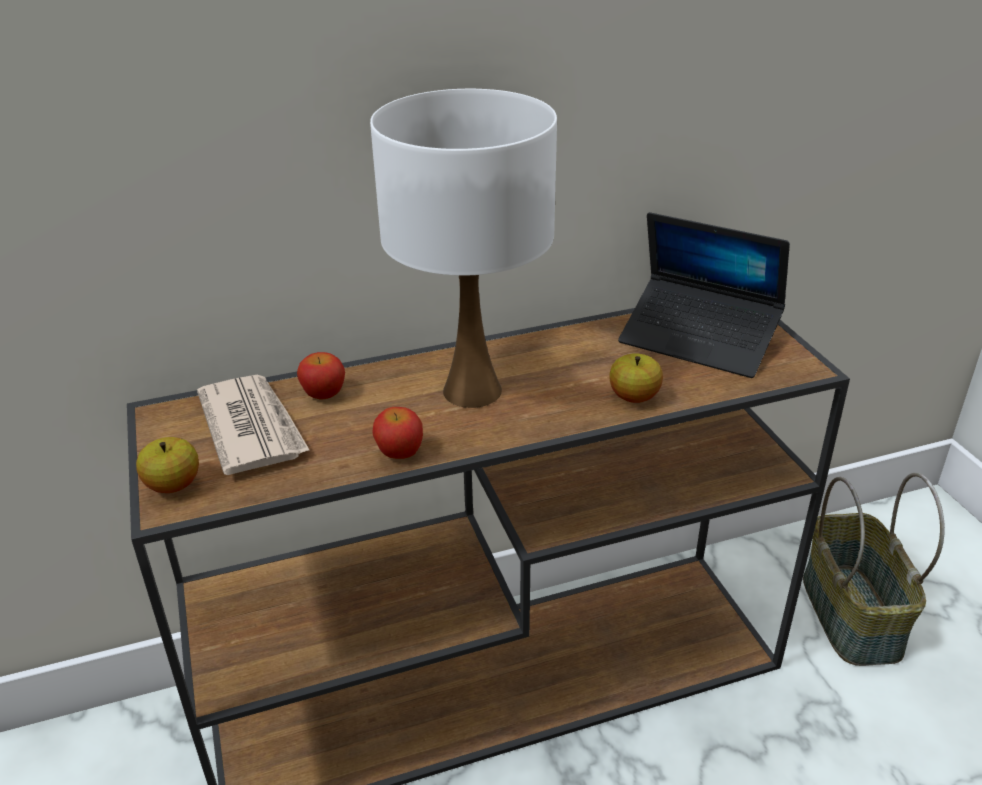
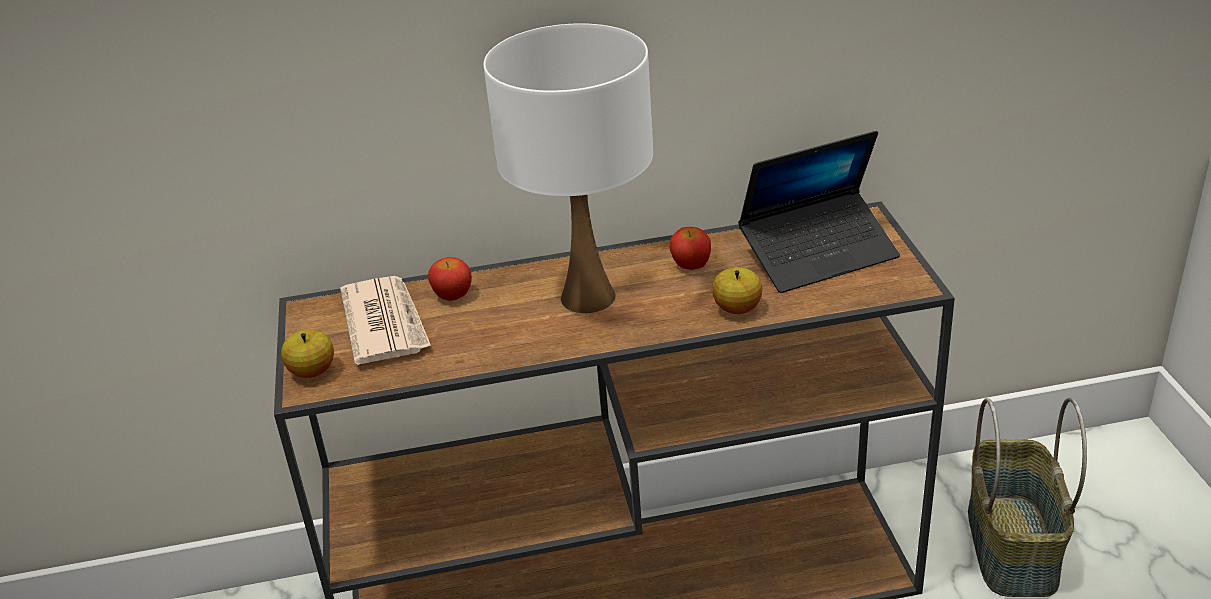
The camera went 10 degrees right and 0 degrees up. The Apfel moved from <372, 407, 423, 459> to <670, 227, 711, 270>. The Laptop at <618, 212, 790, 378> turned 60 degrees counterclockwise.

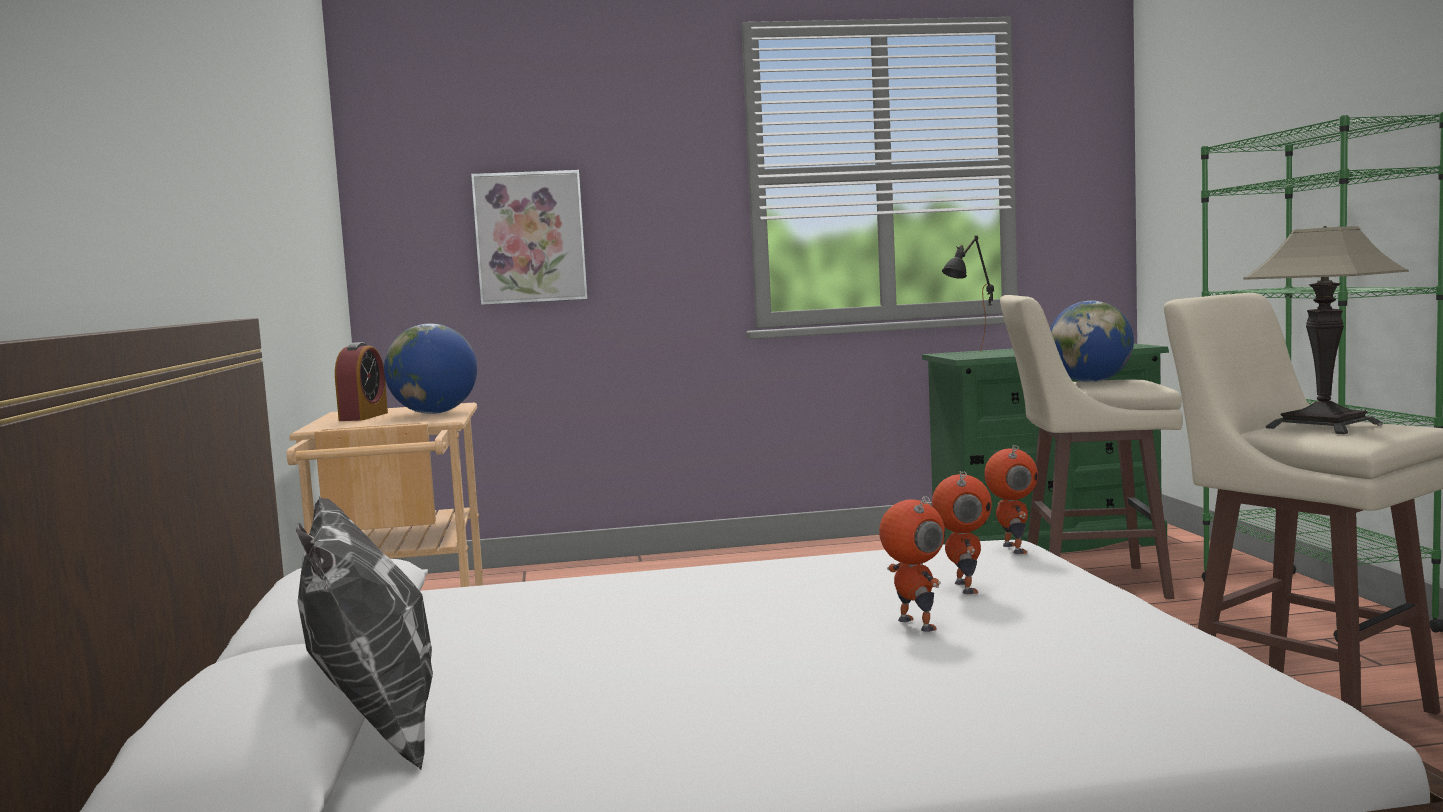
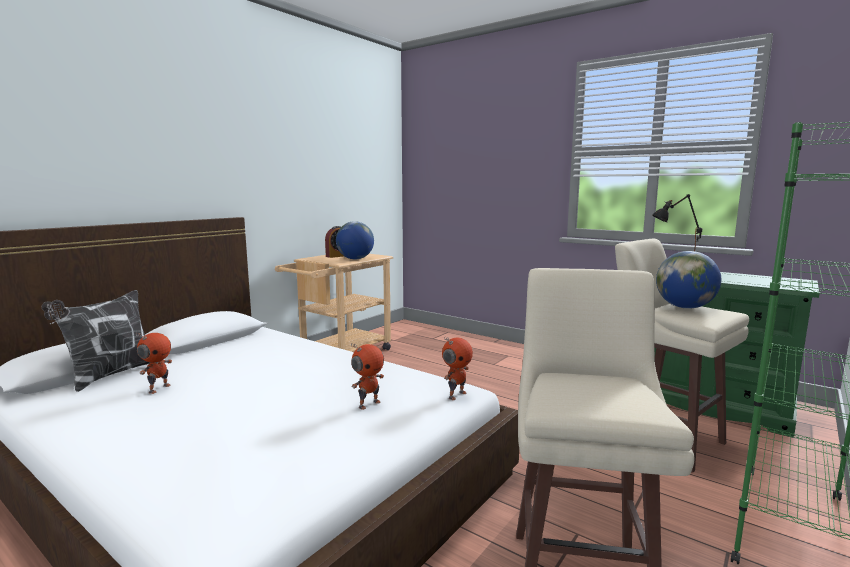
The camera went 45 degrees right and 5 degrees up. The Bild at <471, 170, 588, 305> disappeared. The Spielzeugroboter moved from <879, 496, 945, 632> to <136, 333, 172, 394>. The Tischlampe at <1244, 226, 1408, 434> disappeared.

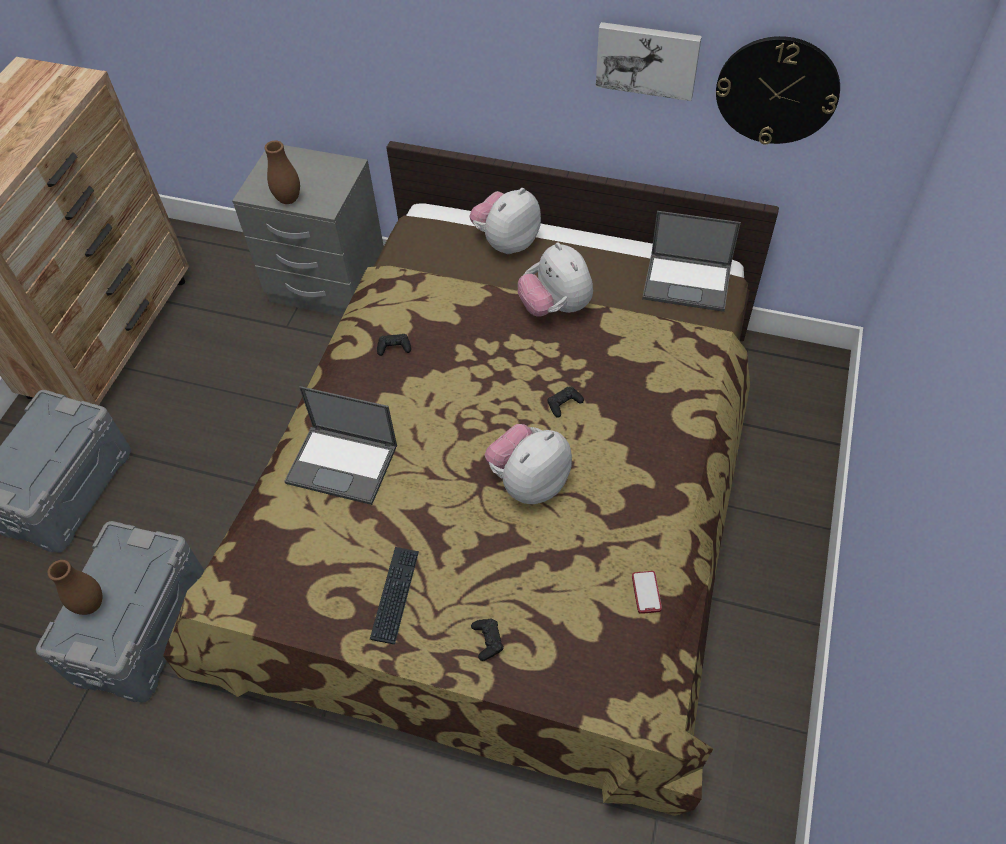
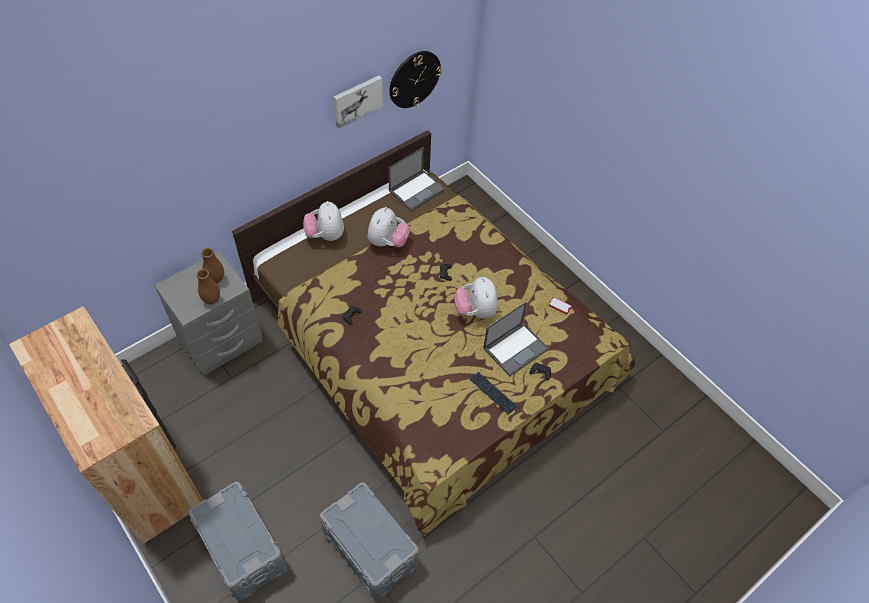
The camera went 60 degrees left and 0 degrees up. The Vase/braun moved from <47, 560, 102, 615> to <201, 248, 224, 283>. The Laptop moved from <284, 386, 397, 505> to <483, 301, 549, 376>. The Plüschtier at <518, 242, 593, 317> turned 75 degrees counterclockwise.

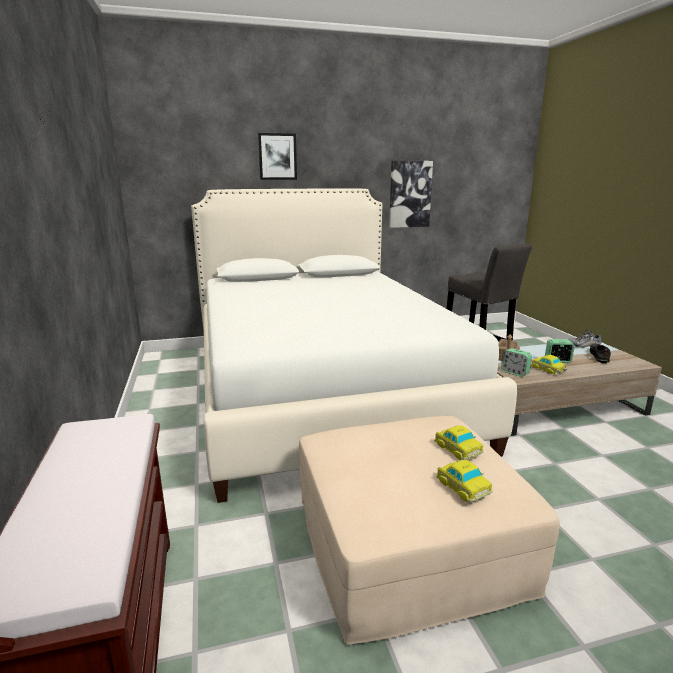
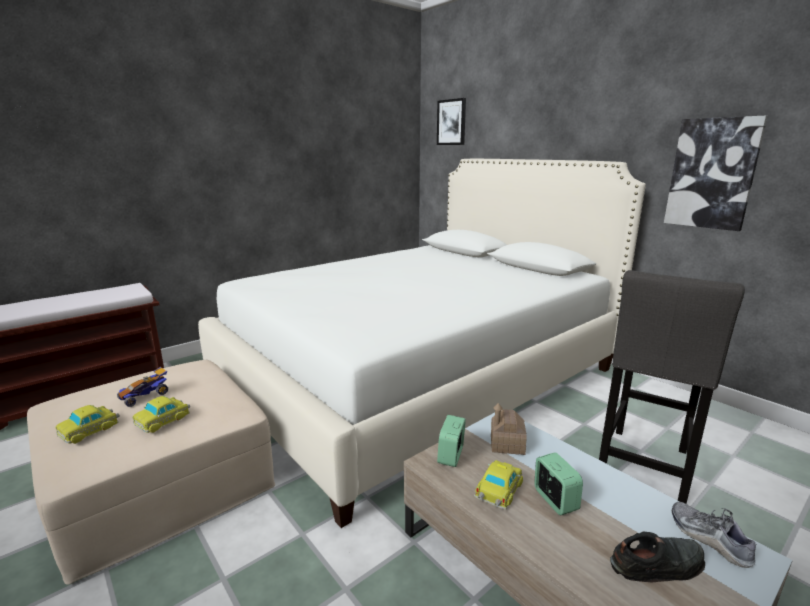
The camera went 65 degrees right and 0 degrees up. The Bild moved from <258, 133, 297, 180> to <437, 98, 466, 145>. The Spielzeugauto at <117, 367, 168, 407> appeared.

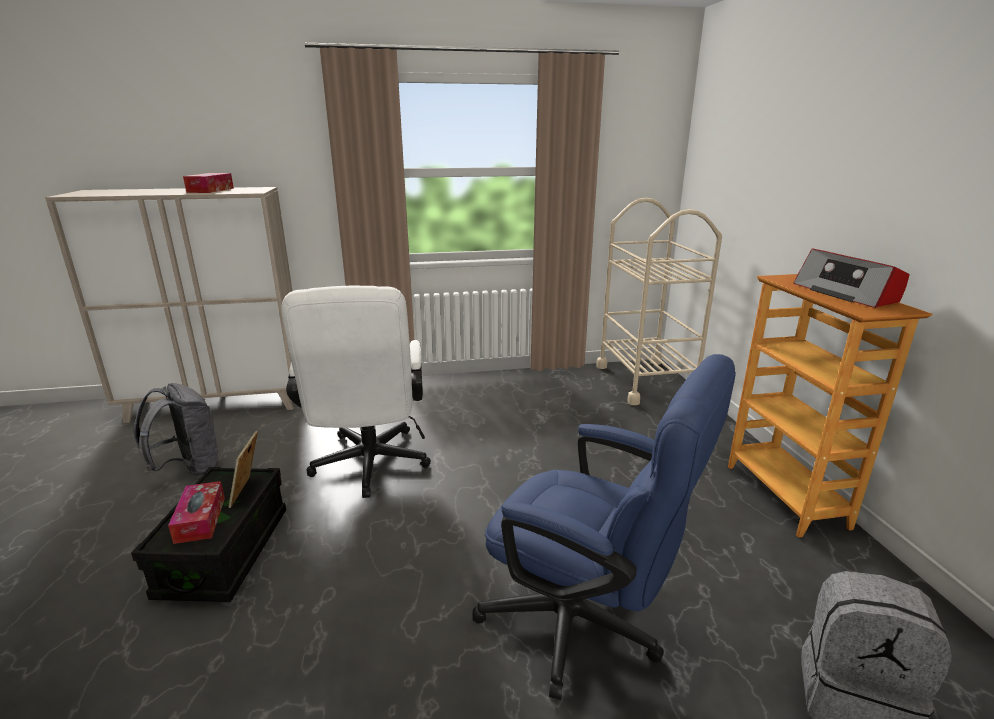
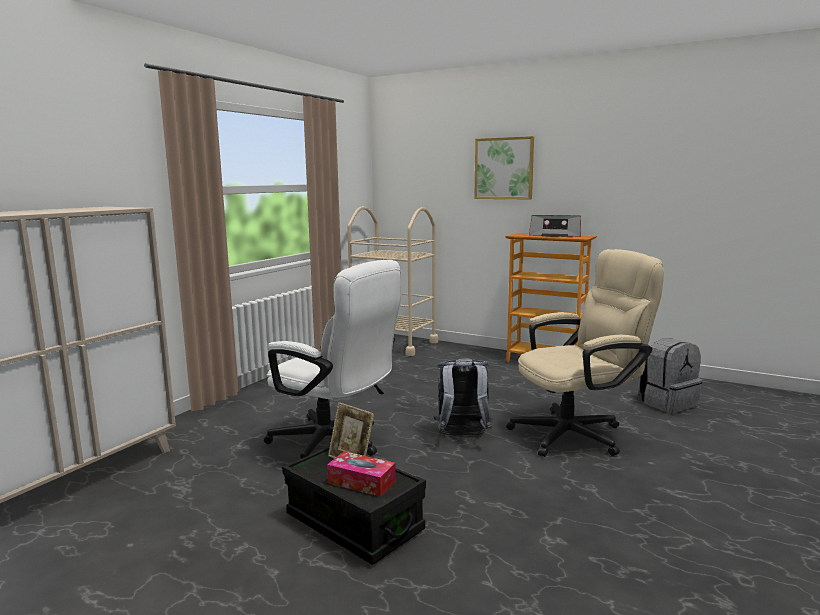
The camera went 50 degrees left and 10 degrees down. The Rucksack/grau moved from <134, 383, 219, 477> to <434, 358, 492, 436>. The Taschentuchbox at <183, 173, 234, 193> disappeared. The Bürostuhl/blau at <472, 354, 736, 700> became the Bürostuhl/beige at <506, 249, 664, 457>. The Bild at <474, 136, 534, 200> appeared.

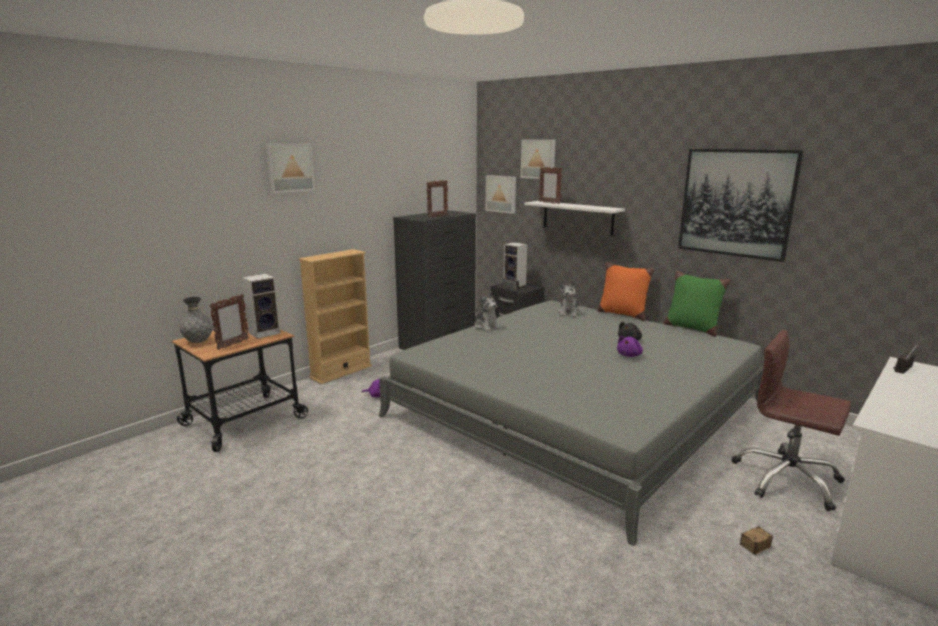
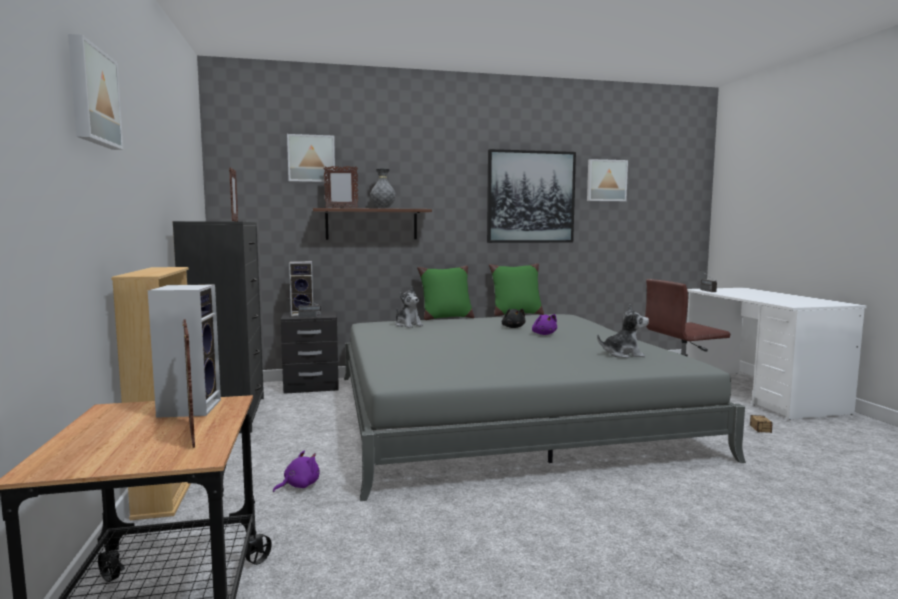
The camera went 55 degrees left and 10 degrees down. The Vase/grau moved from <180, 297, 213, 343> to <370, 169, 396, 208>. The Plüschtier moved from <474, 292, 501, 332> to <597, 304, 649, 358>. The Bild moved from <486, 175, 516, 214> to <587, 159, 628, 201>. The Wandregal/weiß at <524, 201, 625, 236> became the Wandregal/braun at <313, 208, 432, 240>. The Kissen/orange at <597, 262, 655, 321> became the Kissen/grün at <417, 265, 474, 320>.

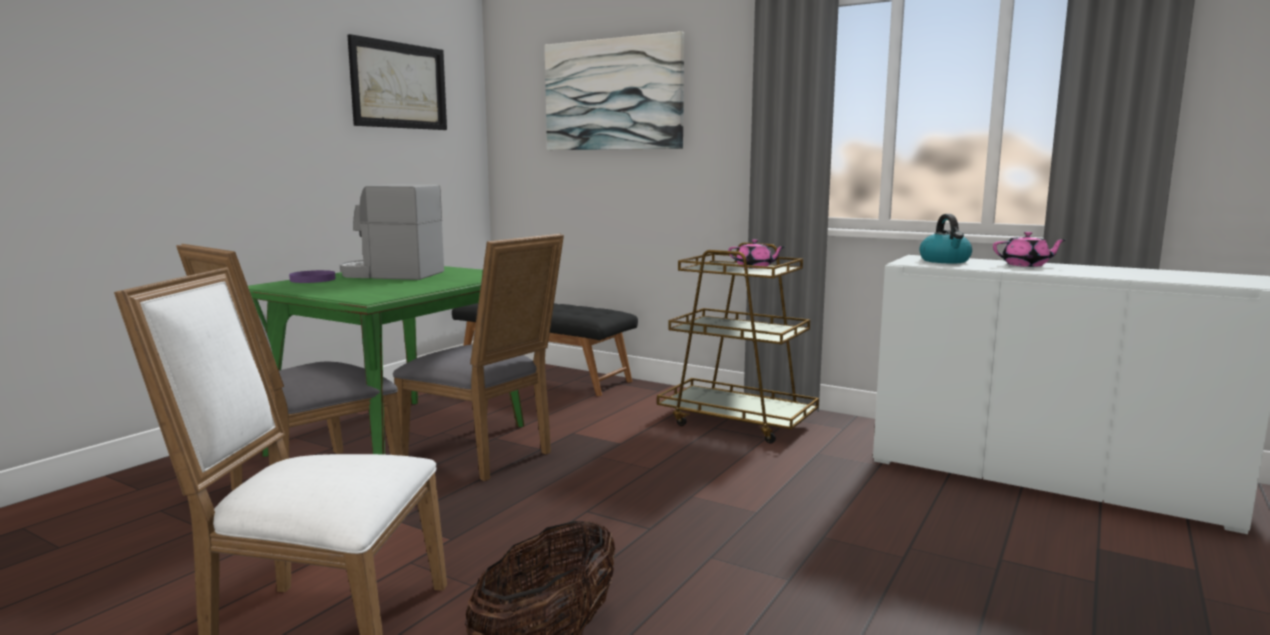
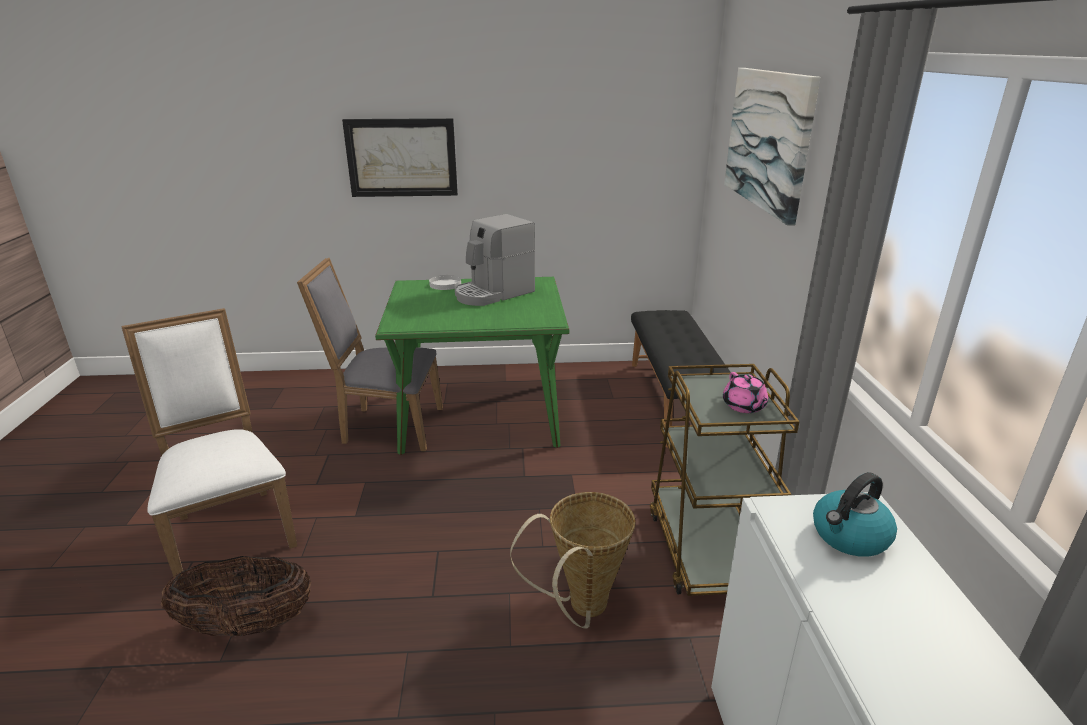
The camera went 55 degrees right and 15 degrees up. The Teller/lila at <289, 270, 336, 283> became the Teller/weiß at <429, 275, 461, 290>. The Kaffeemaschine at <340, 184, 444, 280> turned 105 degrees counterclockwise. The Bild moved from <347, 34, 447, 130> to <342, 118, 458, 197>. The Stuhl/grau at <393, 234, 564, 481> disappeared. The Teekanne/rosa at <993, 232, 1067, 267> disappeared. The Korb at <510, 492, 635, 629> appeared.

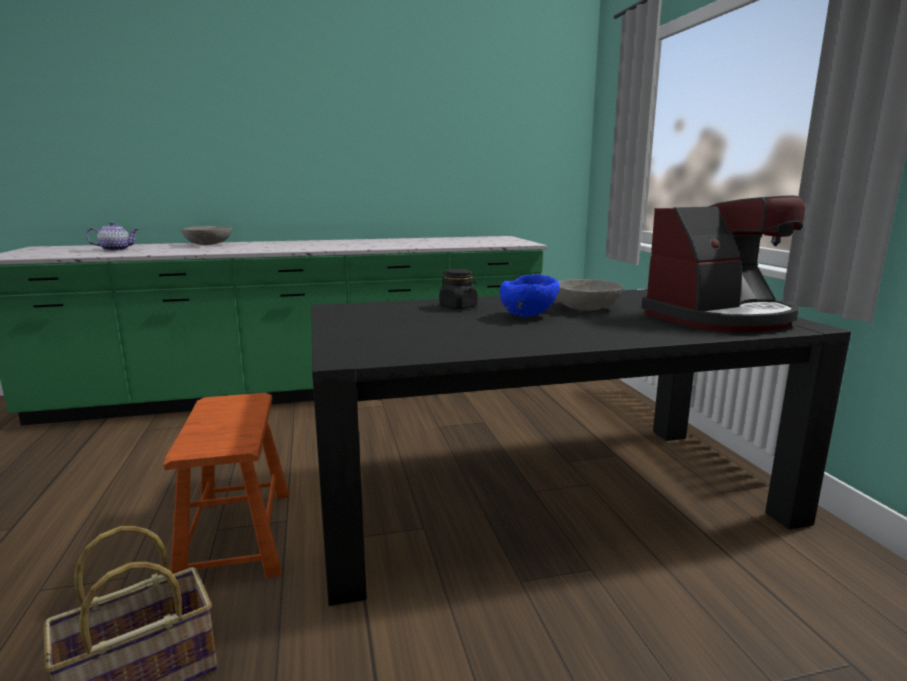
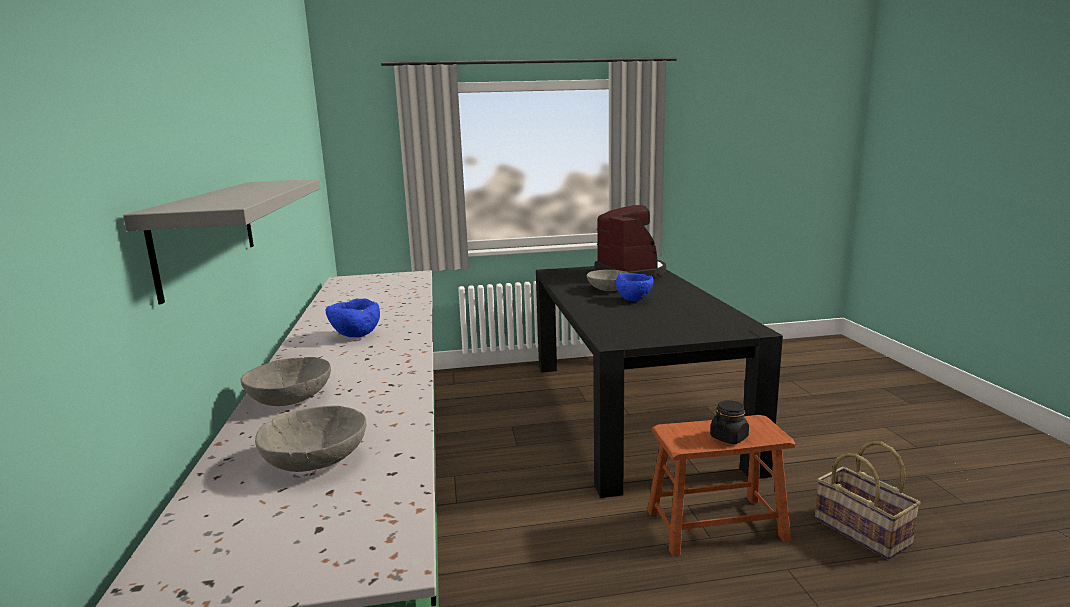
The camera went 85 degrees left and 0 degrees up. The Teekanne at <86, 222, 138, 251> was replaced by the Schüssel/grau at <255, 406, 366, 472>. The Vorratsglas/schwarz moved from <439, 269, 477, 309> to <710, 400, 749, 444>. The Wandregal/grau at <123, 179, 320, 304> appeared. The Schüssel/blau at <326, 299, 380, 337> appeared.

